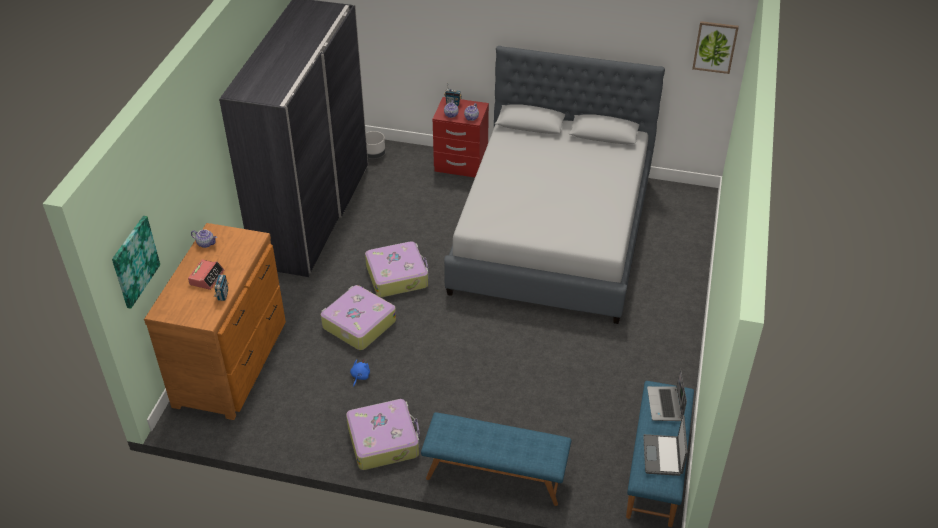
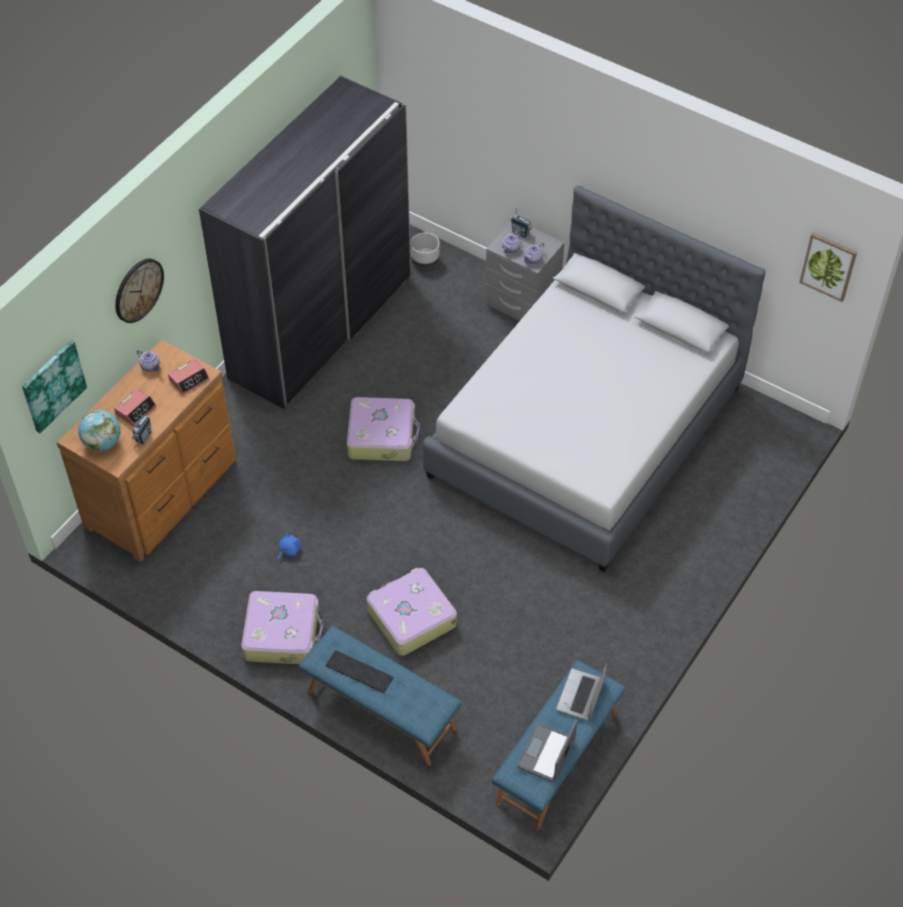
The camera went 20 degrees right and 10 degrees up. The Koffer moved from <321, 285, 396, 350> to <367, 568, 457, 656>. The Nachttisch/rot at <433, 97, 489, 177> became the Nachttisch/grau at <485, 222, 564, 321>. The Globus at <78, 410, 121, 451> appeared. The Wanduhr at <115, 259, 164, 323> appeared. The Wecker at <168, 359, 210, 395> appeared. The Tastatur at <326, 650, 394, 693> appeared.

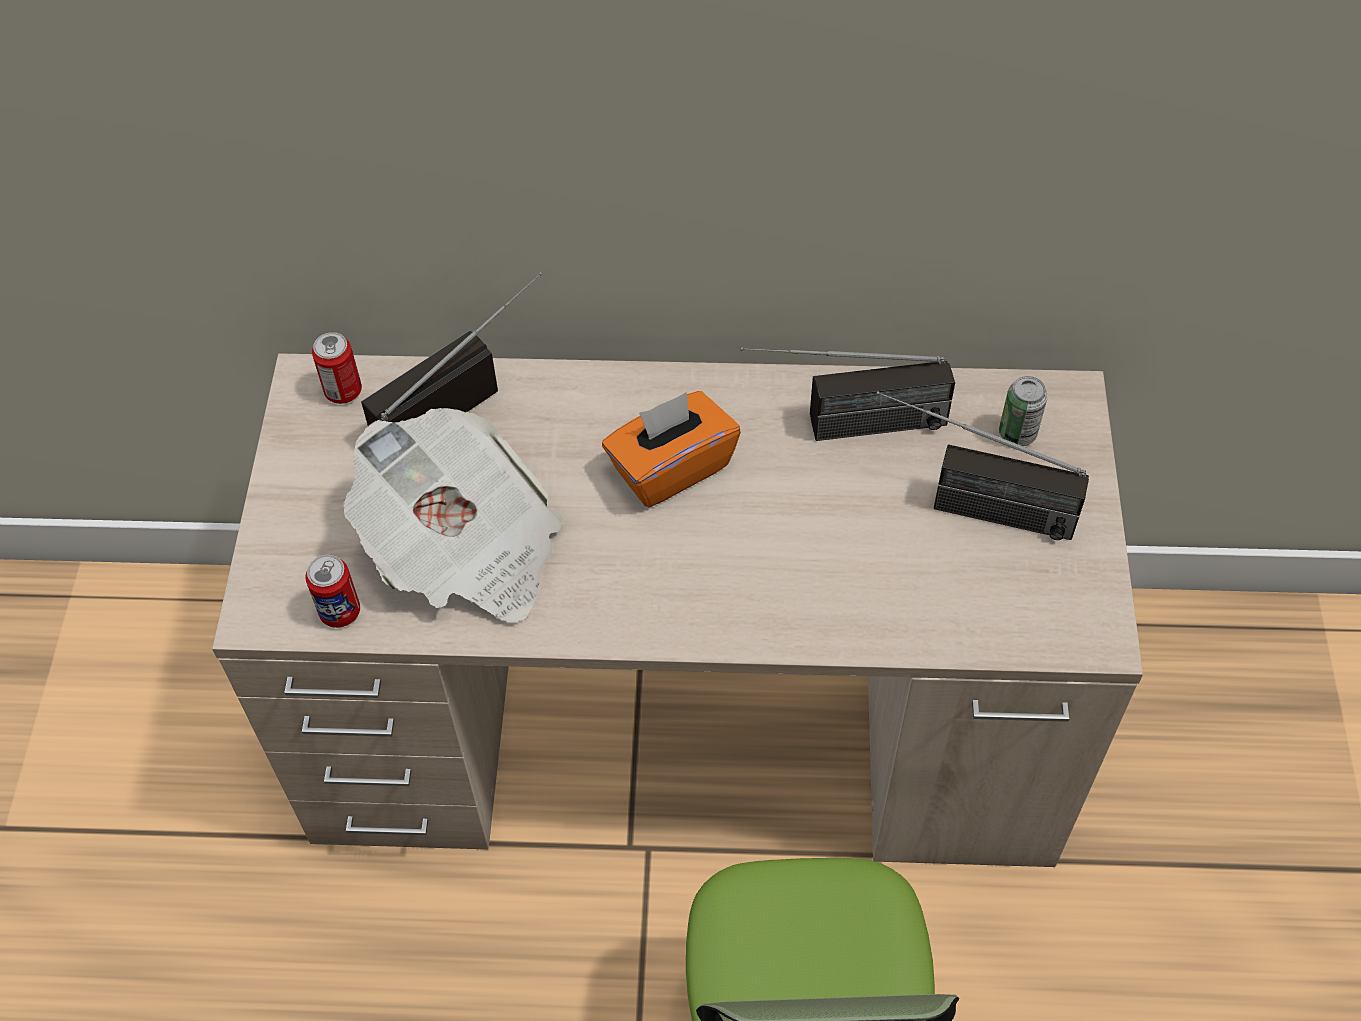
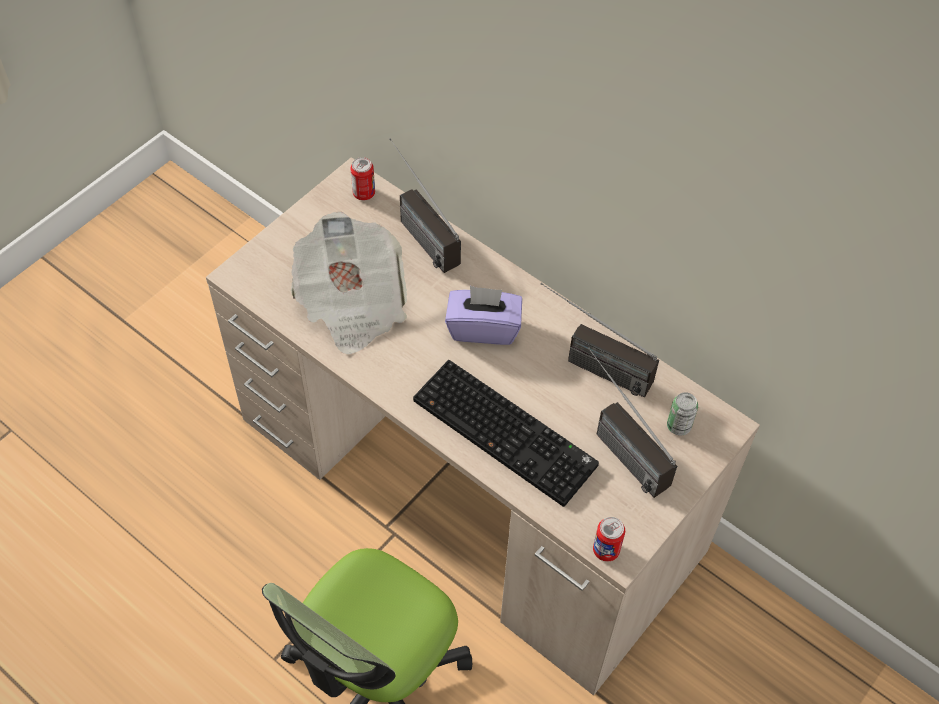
The camera went 35 degrees right and 0 degrees up. The Dose moved from <305, 555, 360, 628> to <593, 517, 625, 562>. The Radio at <361, 272, 543, 426> turned 120 degrees counterclockwise. The Taschentuchbox/orange at <602, 391, 741, 507> became the Taschentuchbox/lila at <445, 286, 522, 345>. The Tastatur at <413, 360, 599, 507> appeared.

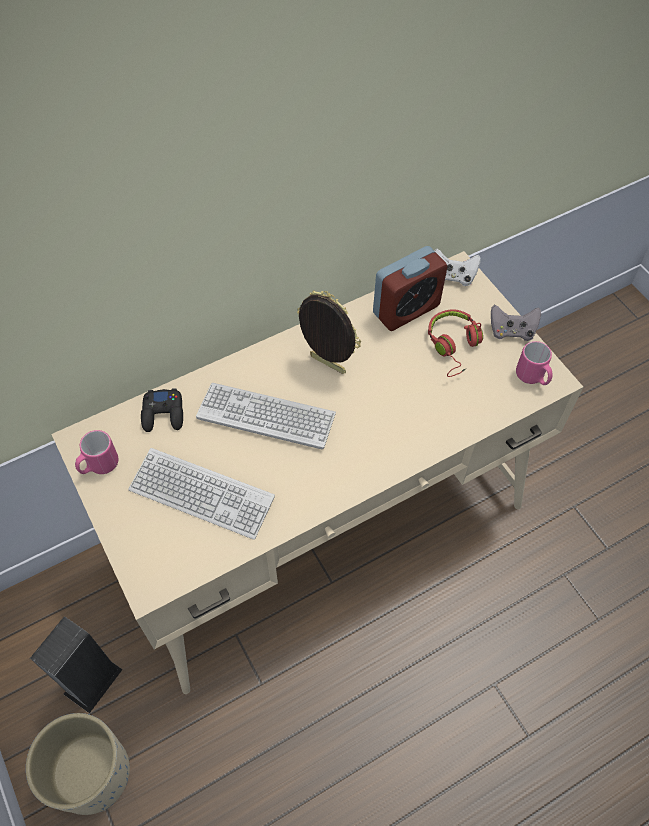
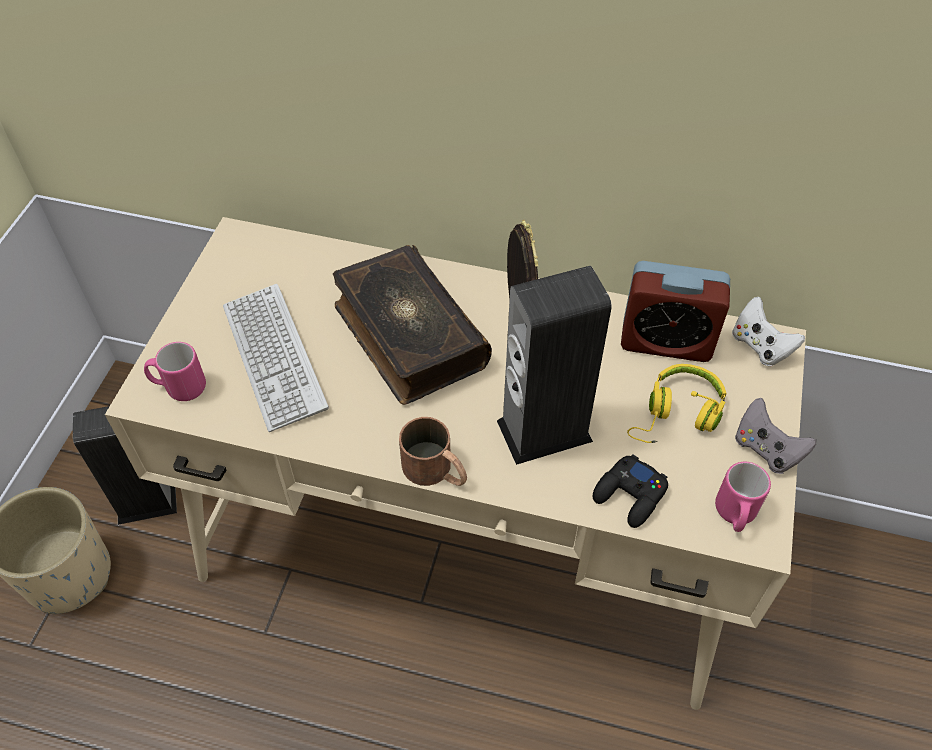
The camera went 45 degrees right and 5 degrees down. The Henkelbecher/rosa moved from <75, 430, 118, 474> to <144, 342, 206, 401>. The Gamepad/schwarz moved from <141, 388, 183, 432> to <593, 455, 668, 528>. The Tastatur at <196, 383, 336, 449> was replaced by the Buch at <333, 245, 492, 405>. The Kopfhörer/rot at <428, 309, 483, 377> became the Kopfhörer/gelb at <627, 364, 727, 443>. The Henkelbecher/braun at <399, 417, 467, 486> appeared. The Lautsprecher at <497, 266, 612, 465> appeared.

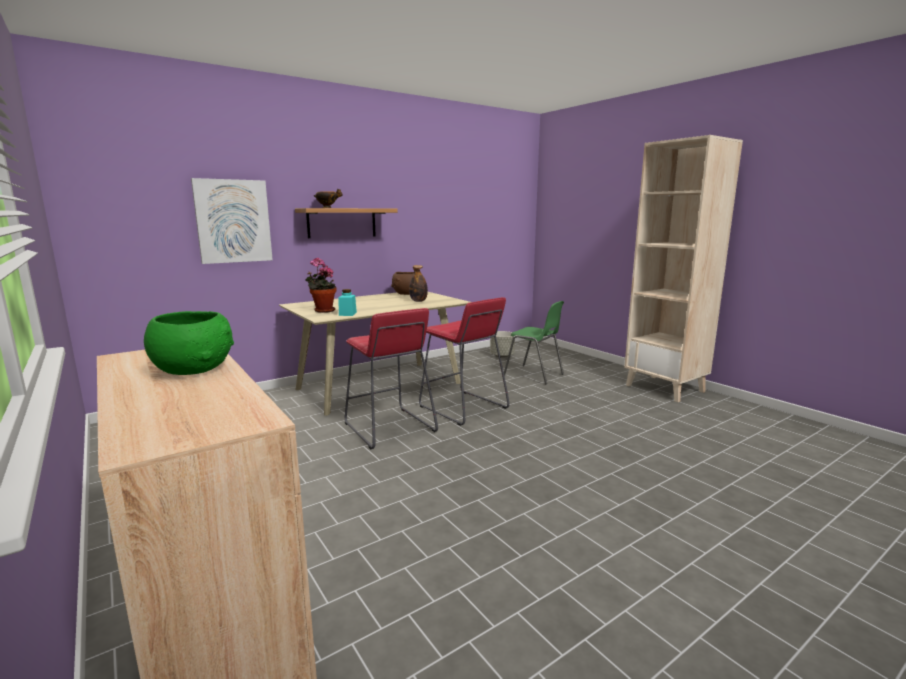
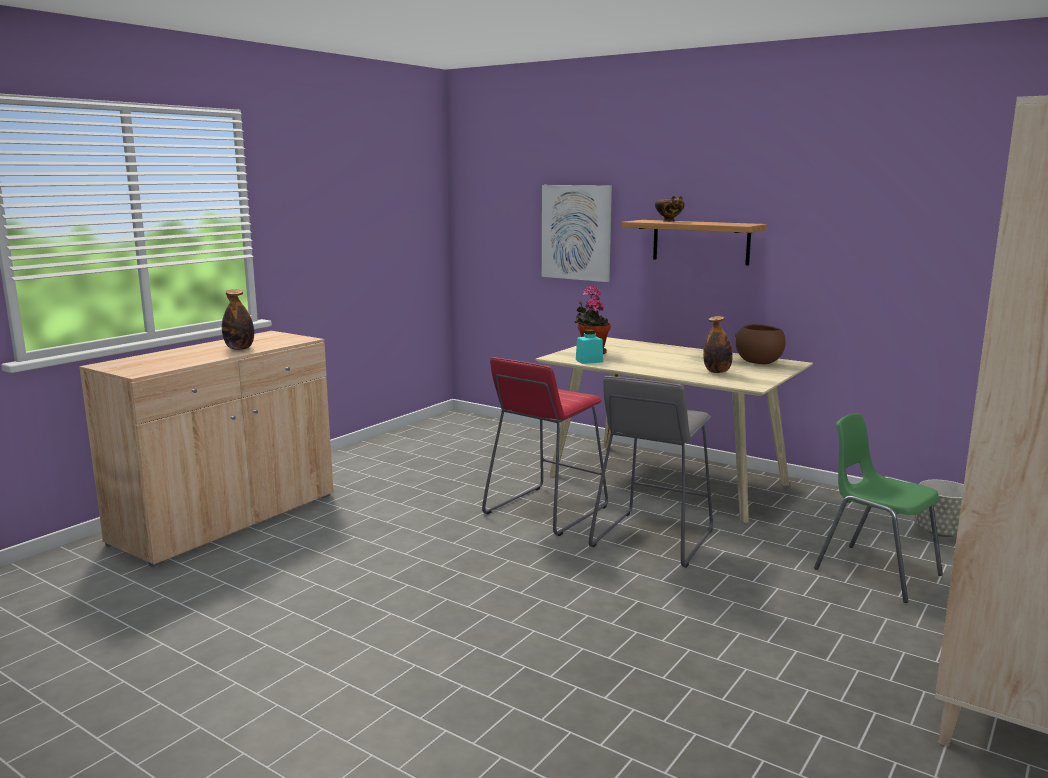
The camera went 70 degrees right and 0 degrees up. The Schüssel/grün at <144, 311, 234, 375> was replaced by the Flasche at <222, 290, 254, 350>. The Hocker/rot at <419, 297, 509, 426> became the Hocker/grau at <589, 376, 713, 568>. The Stuhl/grün at <504, 301, 564, 384> turned 120 degrees clockwise.

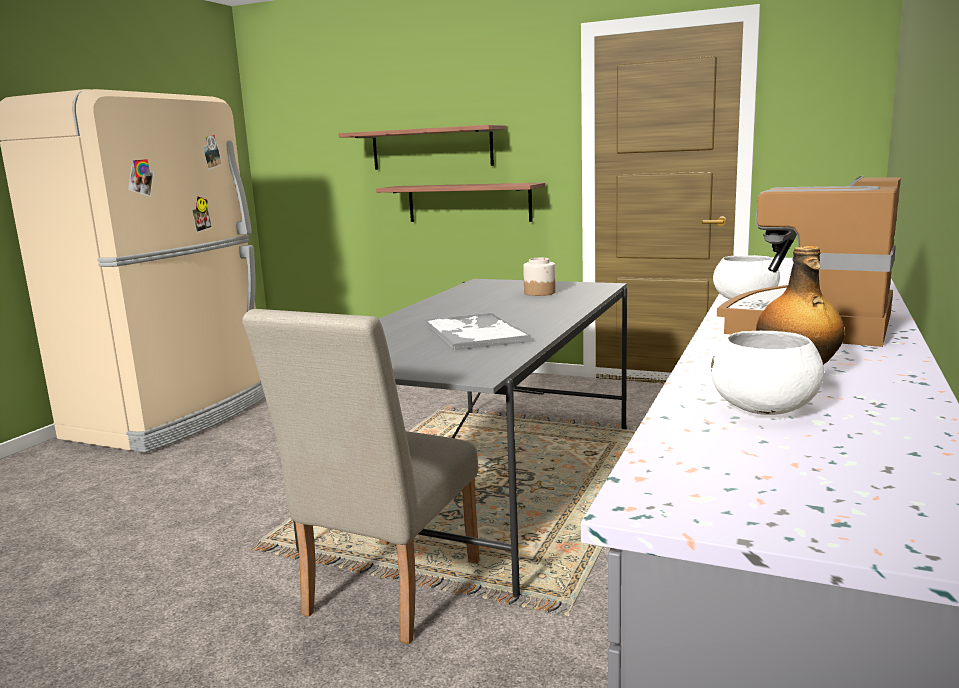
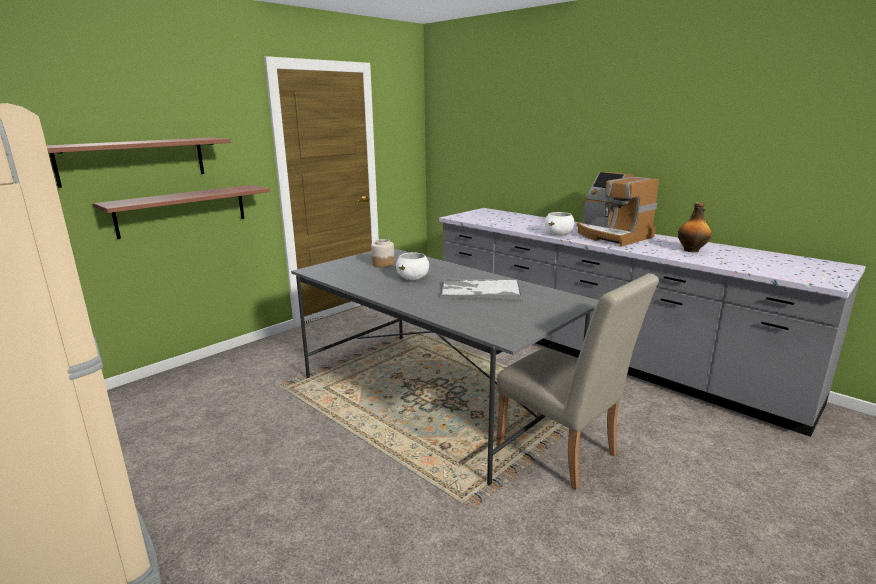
The camera went 70 degrees left and 5 degrees up. The Schüssel/weiß moved from <711, 331, 824, 415> to <396, 252, 429, 280>.

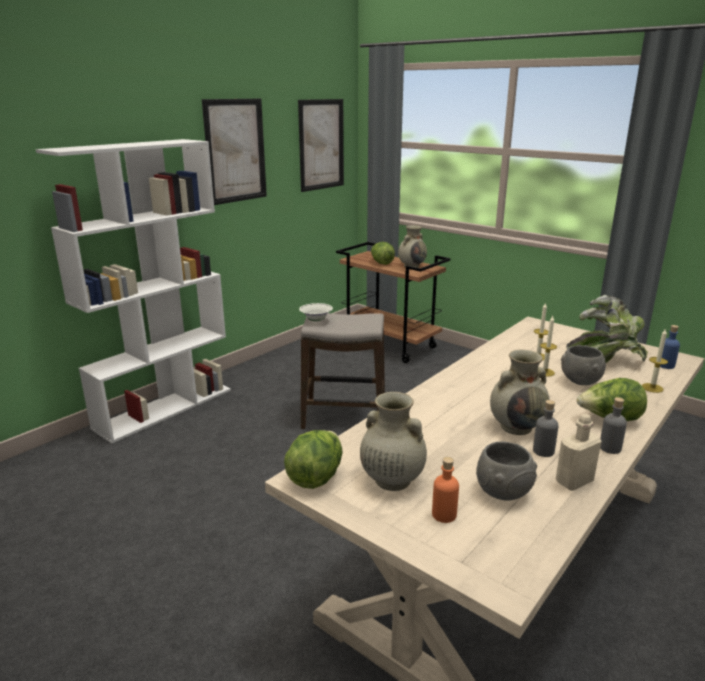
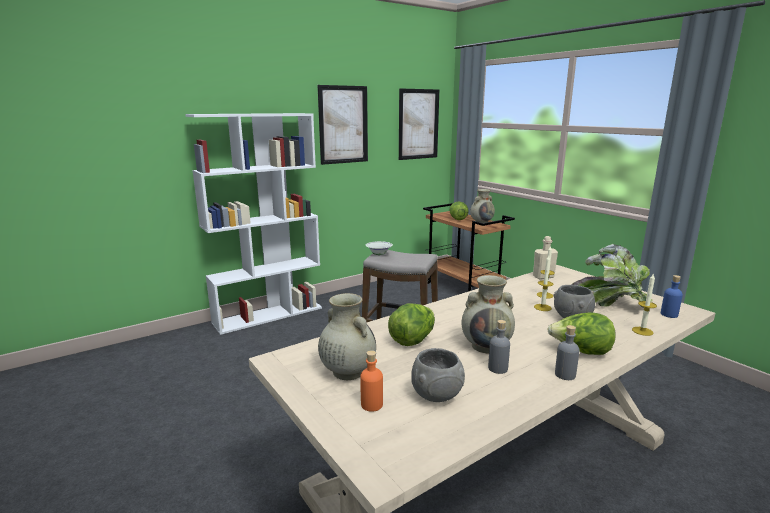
The camera went 15 degrees right and 5 degrees down. The Salatkopf moved from <284, 430, 342, 489> to <388, 303, 435, 346>. The Flasche/beige moved from <556, 414, 602, 491> to <533, 236, 558, 279>.

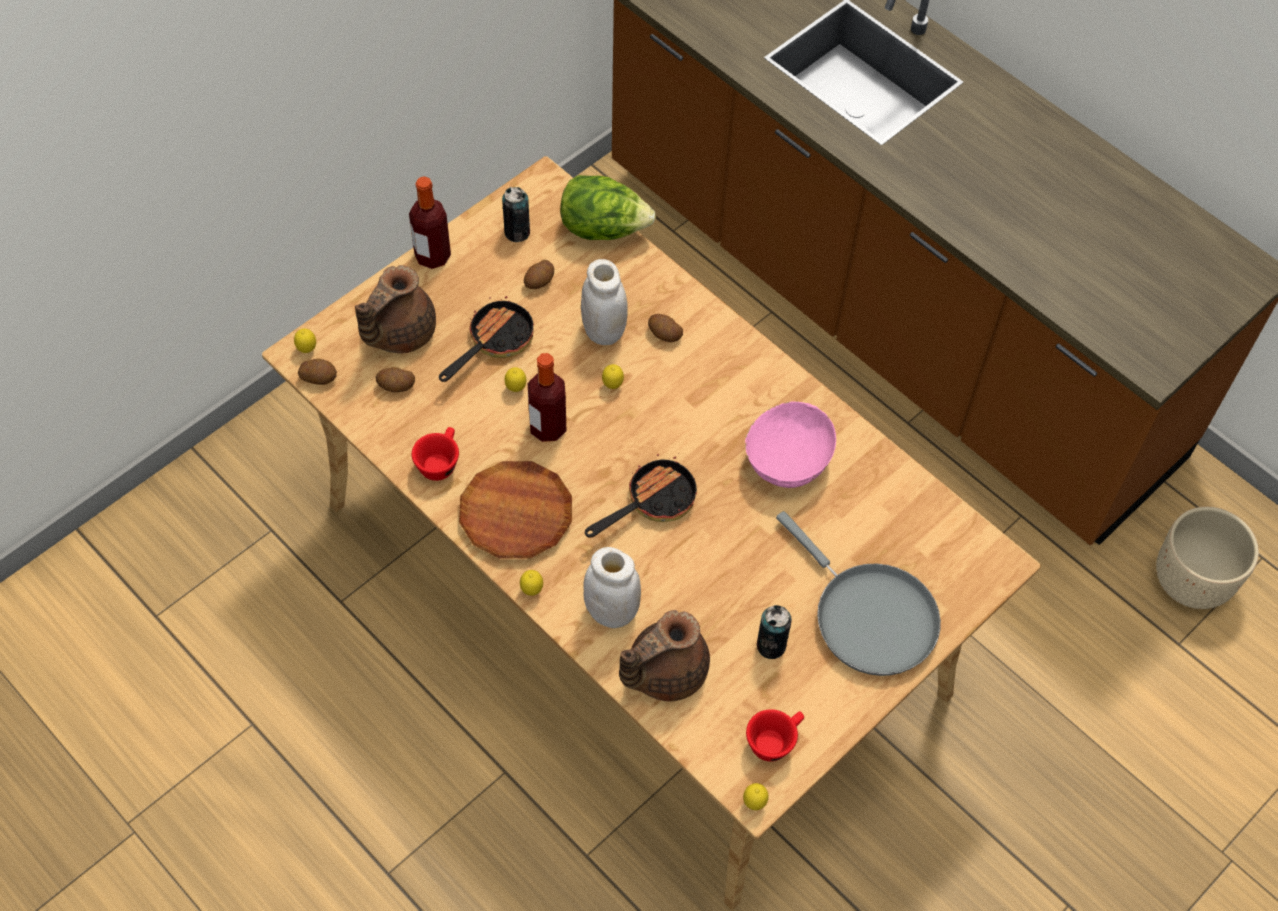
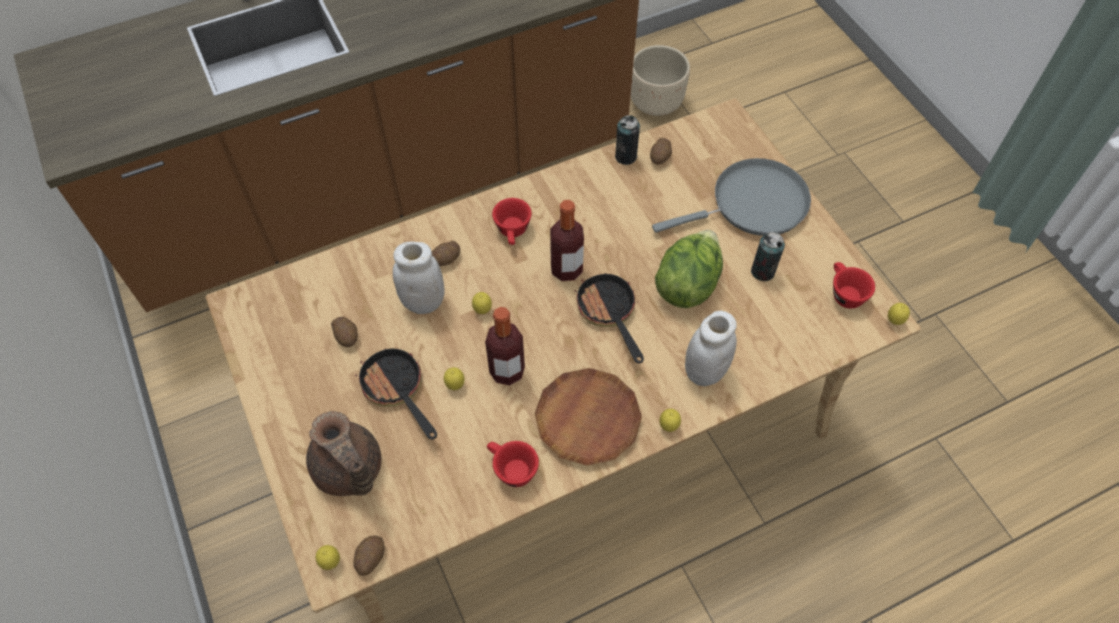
The camera went 70 degrees left and 0 degrees up. The Kartoffel moved from <376, 367, 415, 392> to <650, 138, 672, 164>. The Flasche moved from <409, 176, 451, 269> to <550, 200, 584, 281>. The Dose moved from <502, 187, 530, 242> to <615, 115, 640, 165>. The Salatkopf moved from <560, 175, 656, 240> to <655, 230, 723, 308>. The Teekanne/braun at <619, 610, 710, 702> disappeared. The Schüssel/rosa at <745, 401, 836, 488> disappeared. The Tasse/rot at <492, 198, 532, 245> appeared.

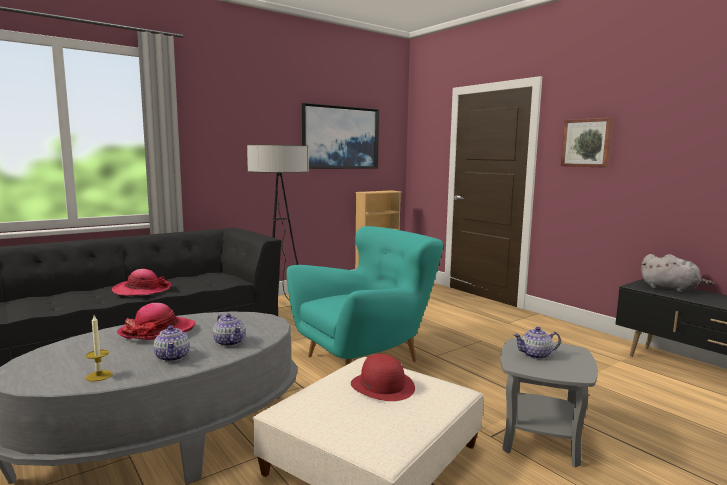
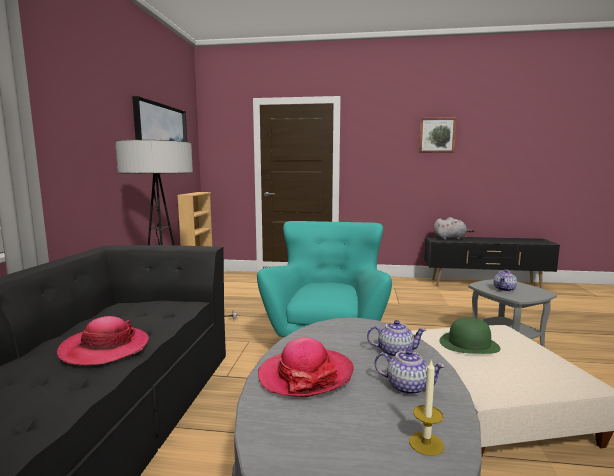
The camera went 45 degrees left and 0 degrees up. The Hut/rot at <351, 354, 415, 401> became the Hut/grün at <439, 317, 501, 354>. The Bild moved from <561, 118, 613, 168> to <419, 117, 457, 153>.

